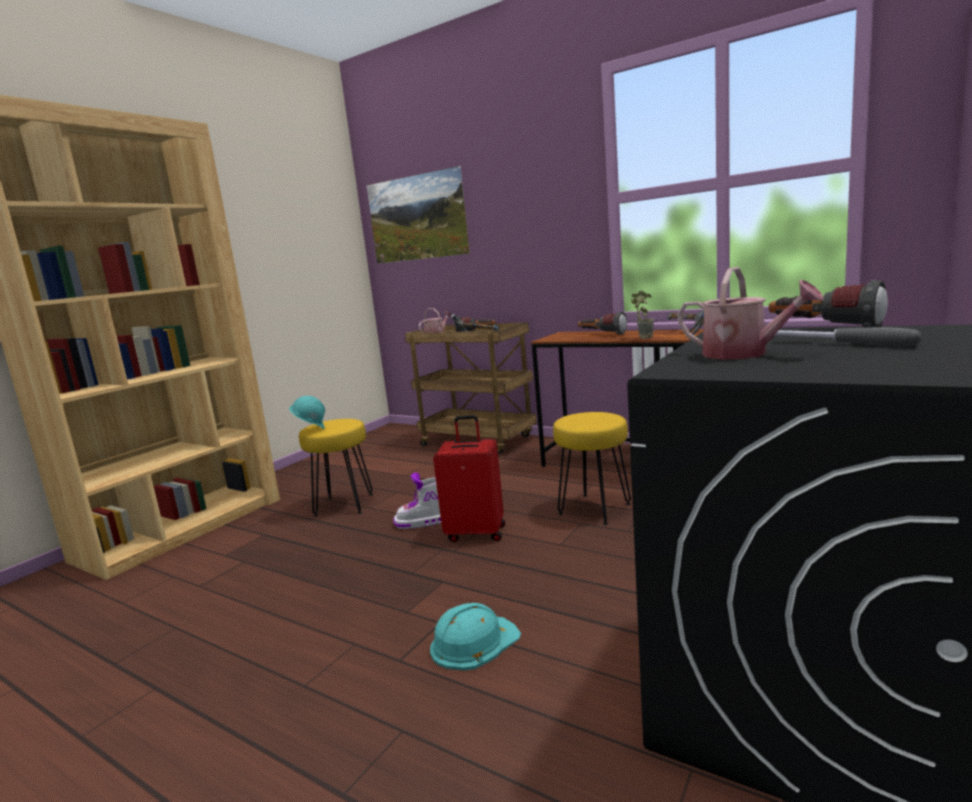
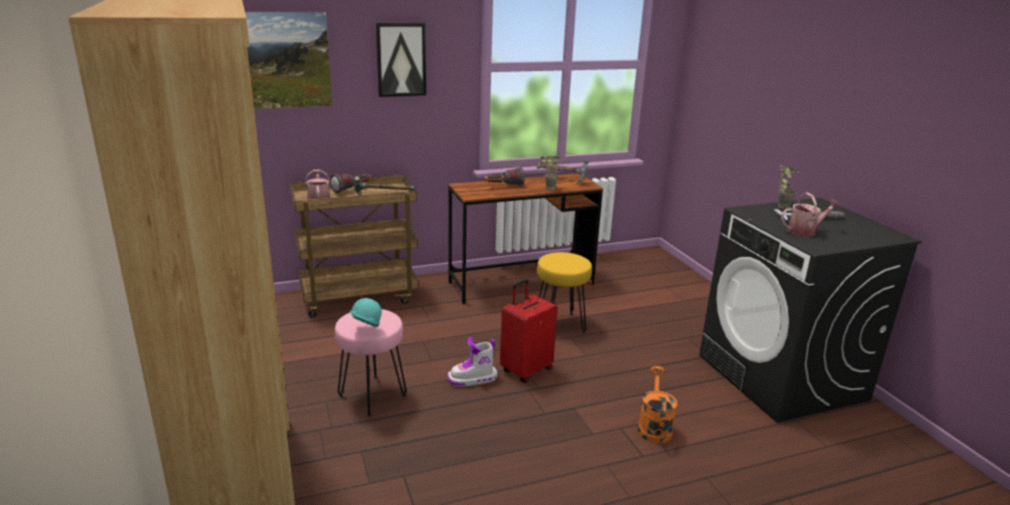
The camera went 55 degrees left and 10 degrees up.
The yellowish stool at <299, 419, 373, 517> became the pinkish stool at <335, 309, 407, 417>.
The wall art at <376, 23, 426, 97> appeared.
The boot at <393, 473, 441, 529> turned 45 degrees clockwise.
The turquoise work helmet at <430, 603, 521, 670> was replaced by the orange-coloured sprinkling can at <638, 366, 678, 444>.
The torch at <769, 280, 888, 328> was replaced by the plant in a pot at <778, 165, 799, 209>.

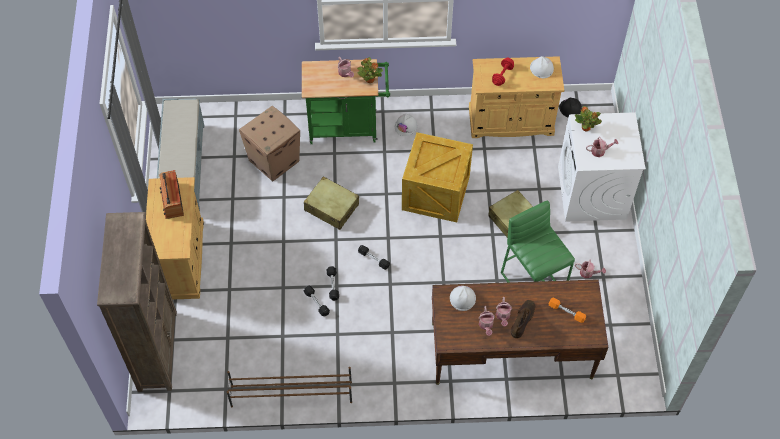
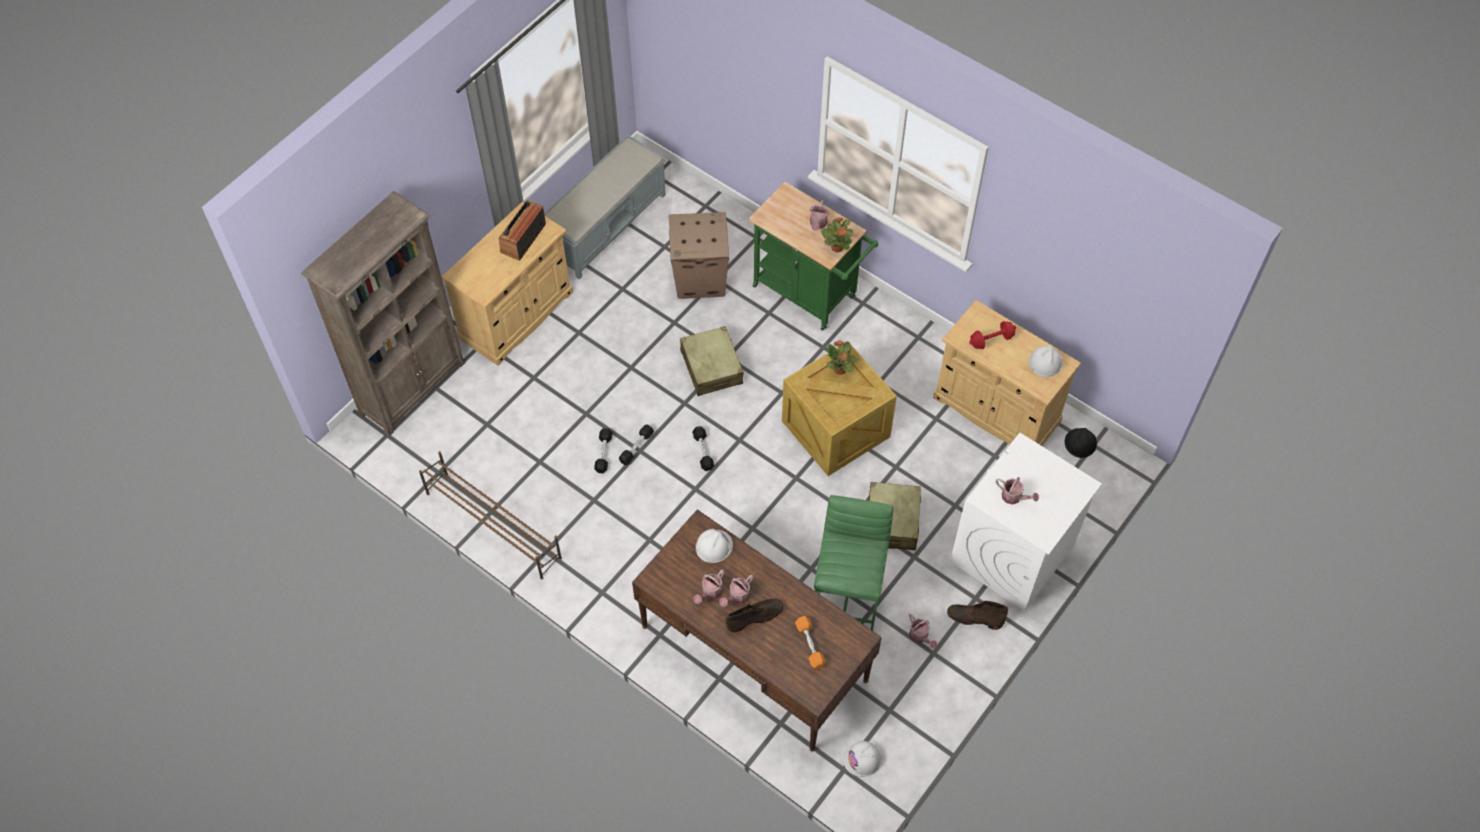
The camera went 40 degrees right and 0 degrees up.
The plant in a pot moved from <575, 106, 602, 132> to <827, 340, 859, 375>.
The white work helmet moved from <395, 114, 417, 136> to <843, 741, 882, 777>.
The brown-coloured boot at <947, 601, 1008, 630> appeared.

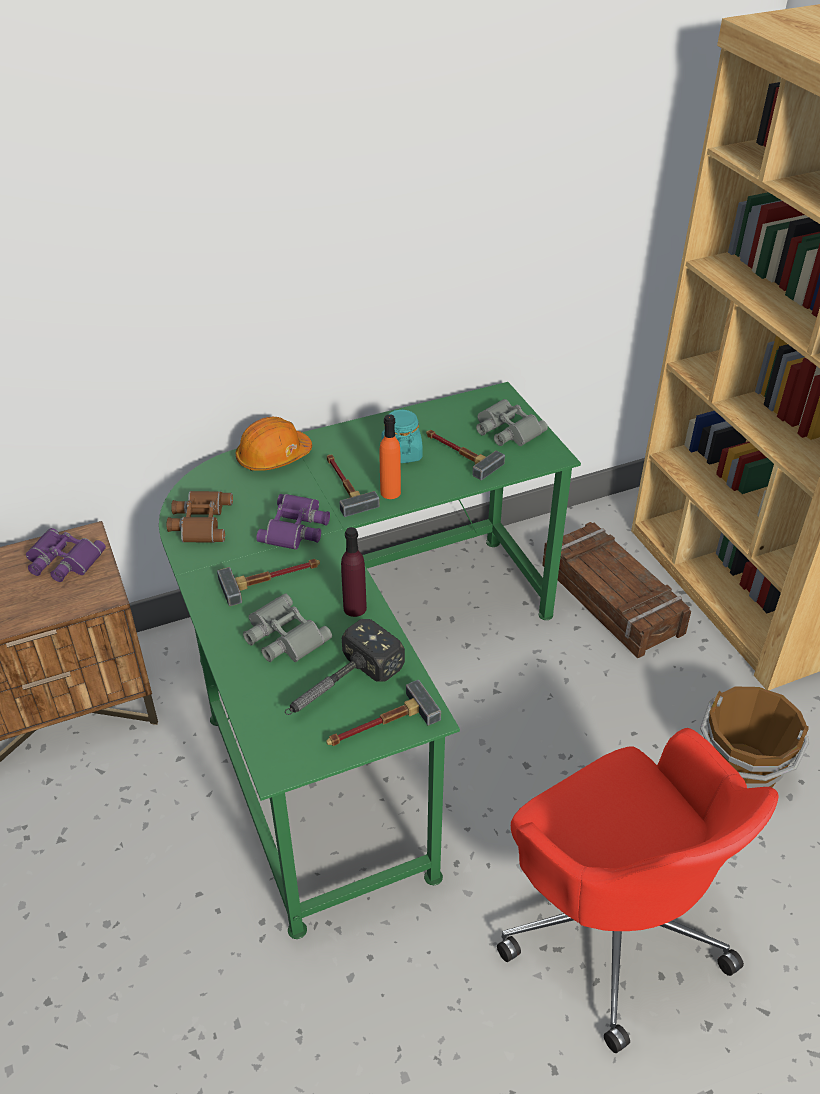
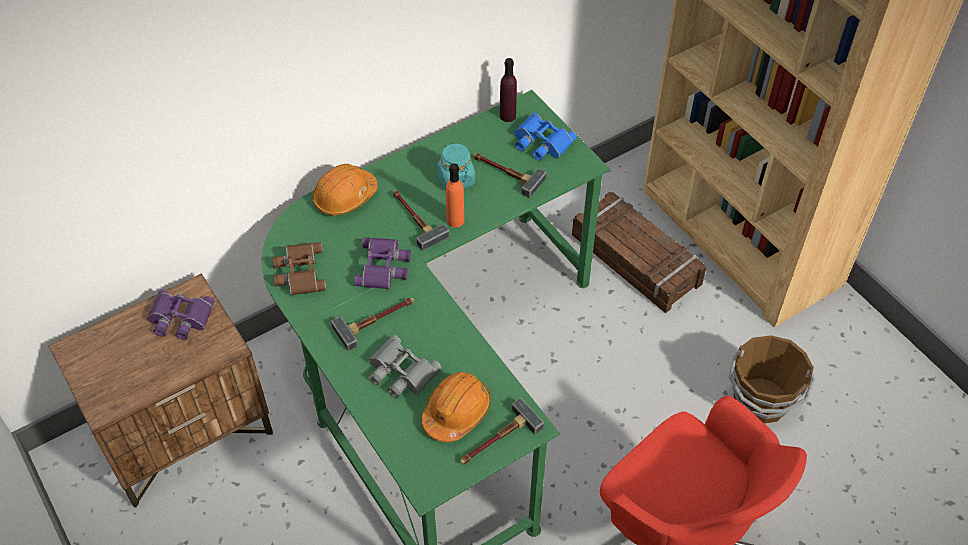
The camera went 10 degrees left and 10 degrees up.
The hand hammer at <285, 619, 405, 715> was replaced by the orange-coloured work helmet at <421, 372, 491, 442>.
The purplish beverage bottle moved from <341, 527, 367, 617> to <500, 58, 517, 122>.
The gray field glasses at <476, 399, 548, 446> became the bluish field glasses at <514, 113, 577, 161>.

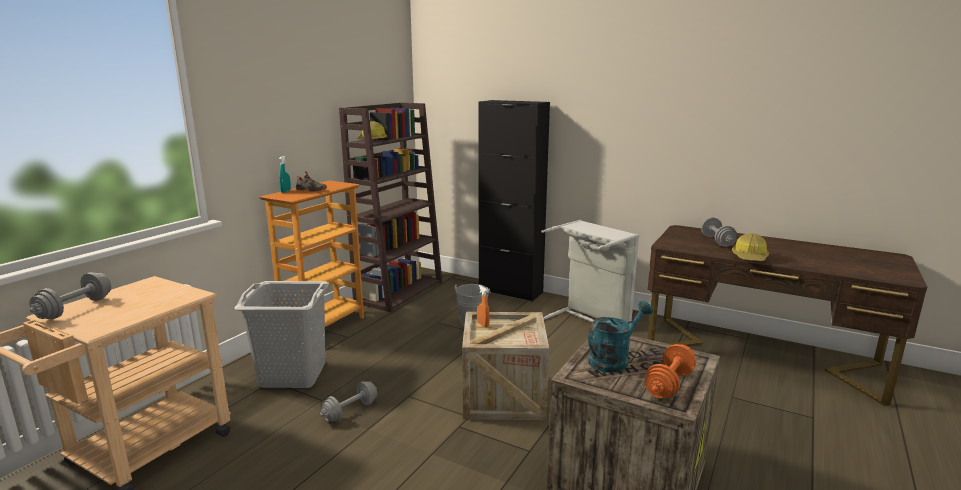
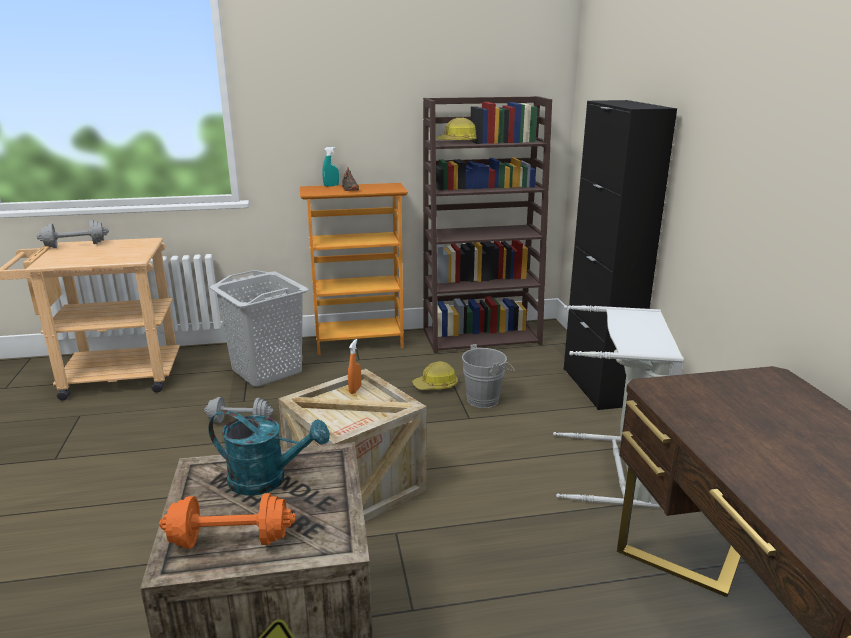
The camera went 50 degrees right and 5 degrees up.
The work helmet moved from <732, 233, 769, 261> to <412, 361, 458, 390>.
The gray hand weight at <701, 217, 737, 247> disappeared.

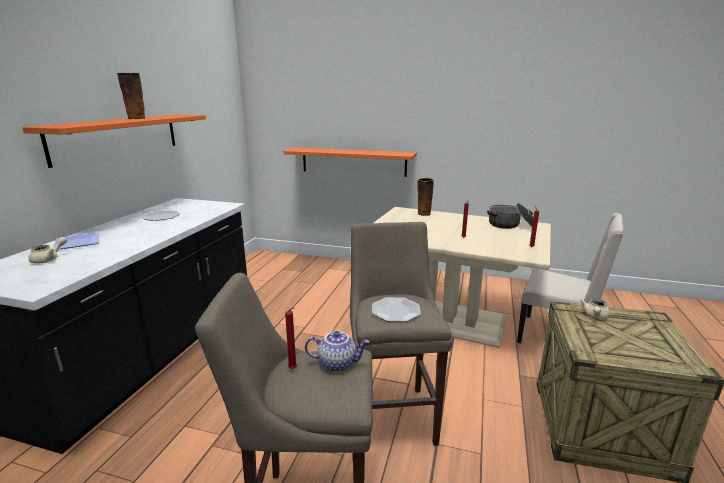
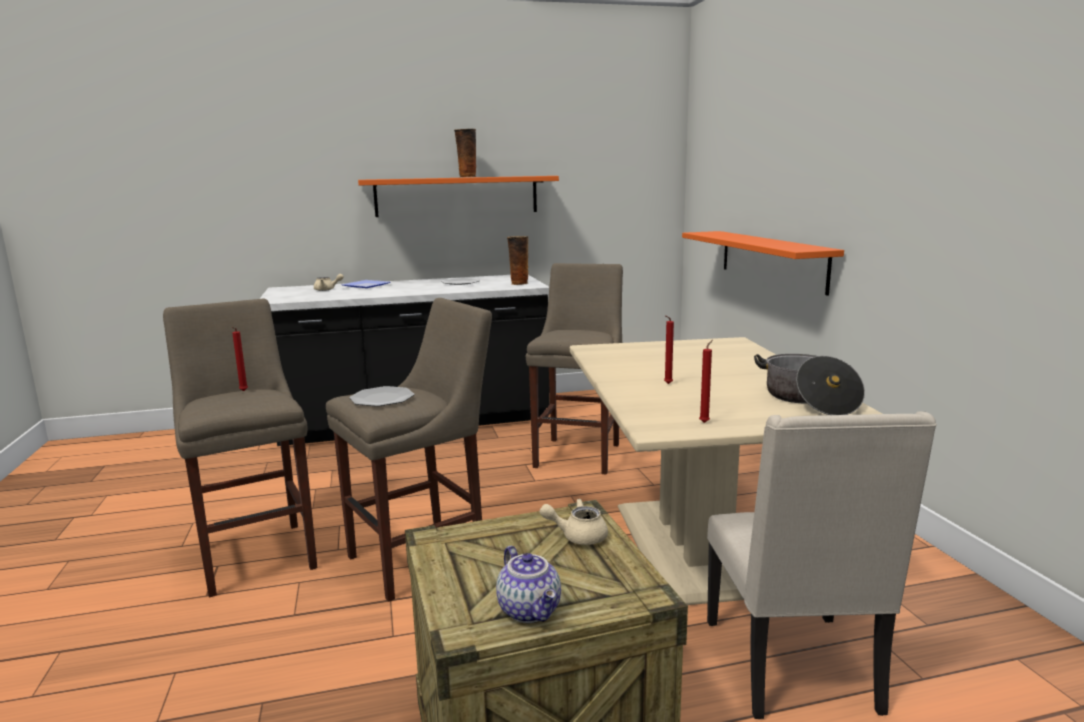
The camera went 60 degrees right and 5 degrees down.
The teapot moved from <305, 331, 369, 372> to <496, 546, 561, 623>.
The decorative vase moved from <417, 178, 434, 216> to <507, 236, 529, 285>.
The beige-coloured stool at <526, 263, 623, 475> appeared.

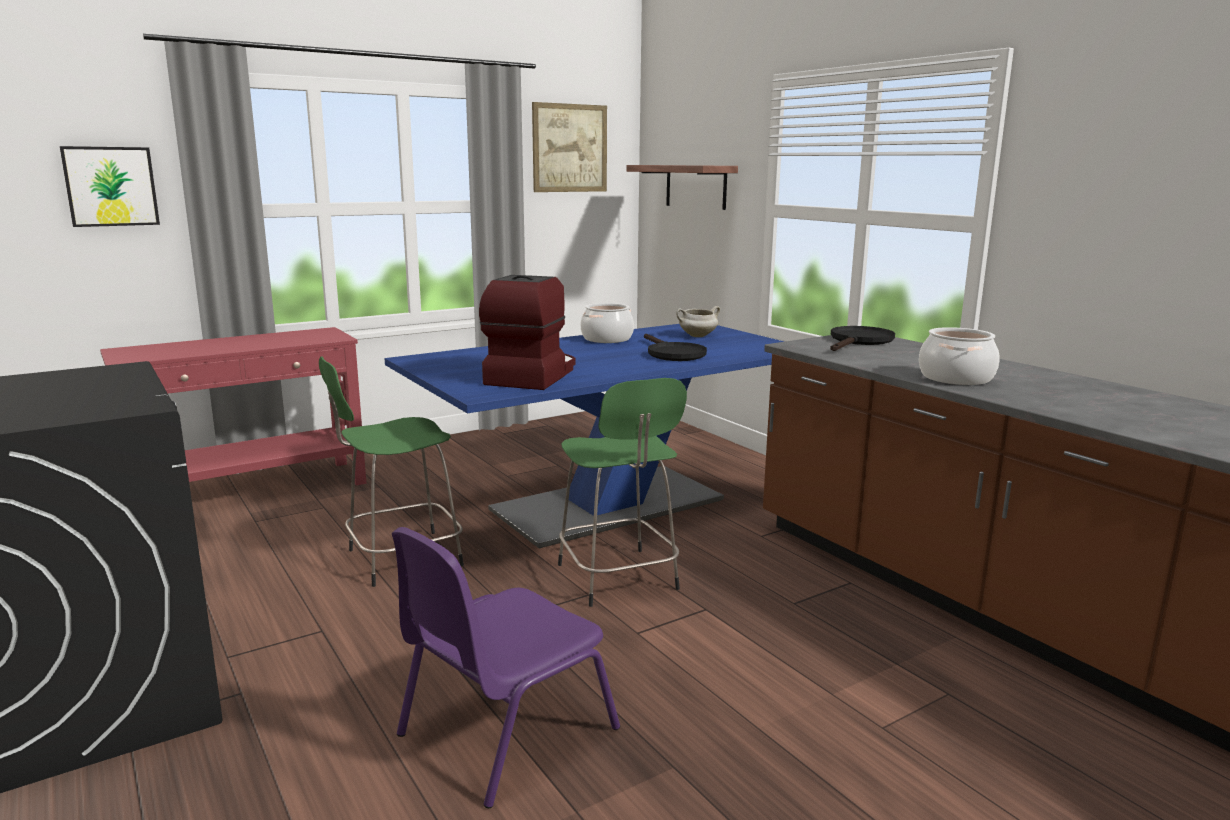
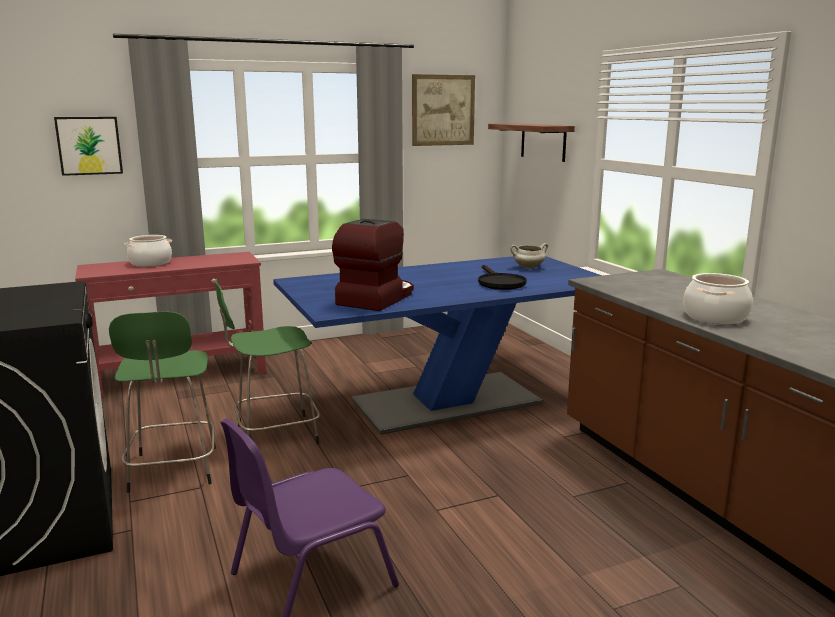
The camera went 10 degrees right and 0 degrees up.
The greenish stool moved from <558, 378, 687, 607> to <109, 311, 216, 493>.
The stockpot moved from <581, 303, 634, 343> to <124, 235, 172, 267>.
The blackish skillet at <830, 326, 895, 351> disappeared.

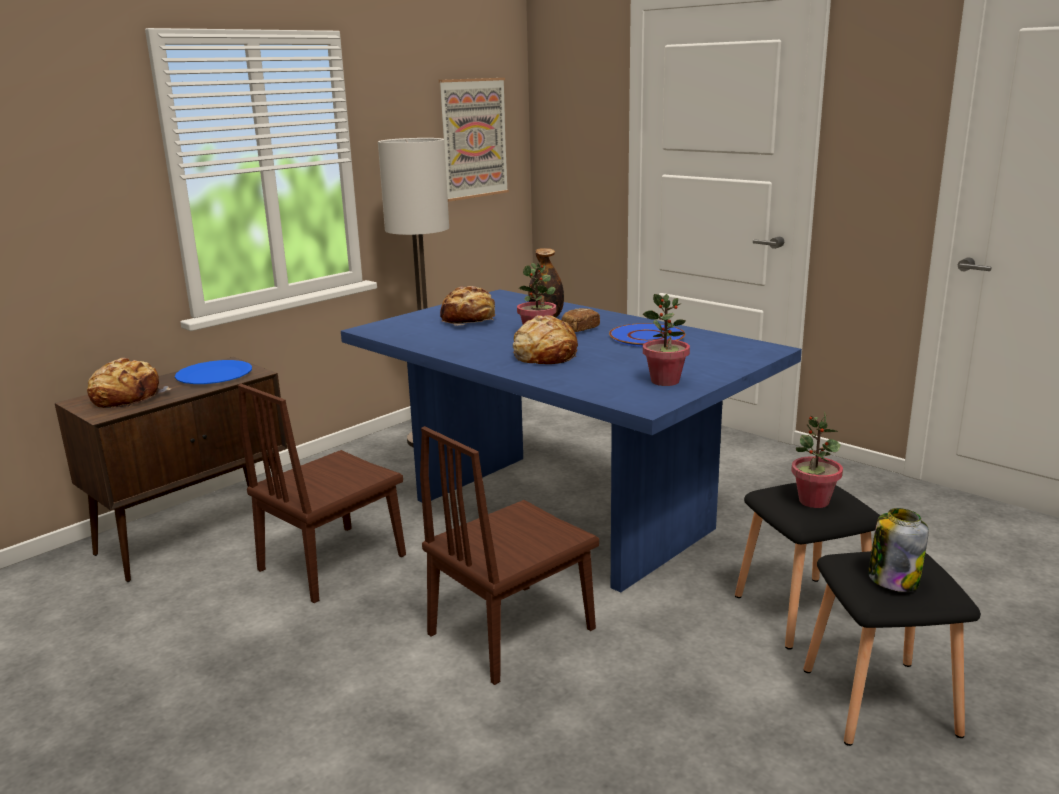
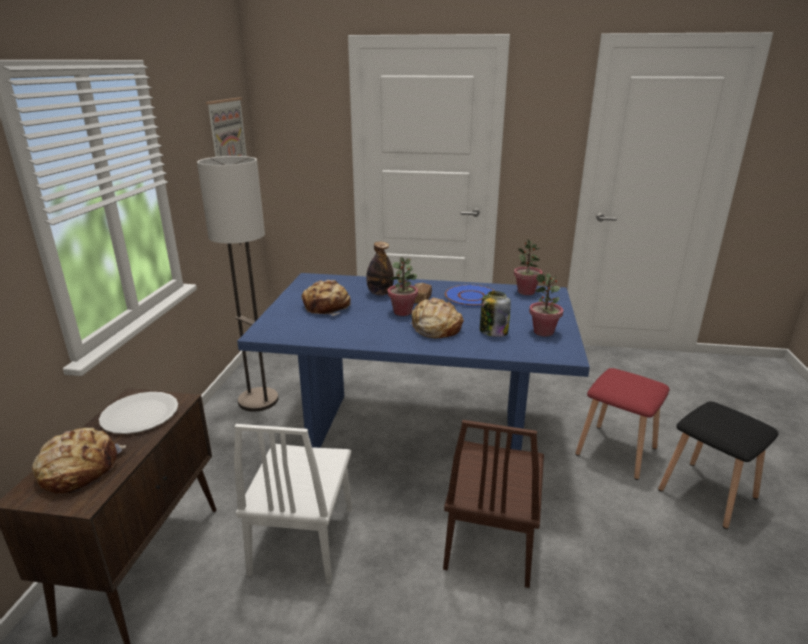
The camera went 35 degrees left and 5 degrees up.
The bluish flat dish at <175, 360, 252, 384> became the white flat dish at <99, 392, 178, 434>.
The brown-coloured upright chair at <238, 384, 406, 603> became the white upright chair at <234, 424, 352, 584>.
The preserve jar moved from <868, 508, 929, 592> to <480, 291, 511, 337>.
The plant in a pot moved from <791, 411, 843, 508> to <514, 239, 543, 295>.
The blackish stool at <735, 483, 880, 650> became the red-coloured stool at <575, 368, 670, 480>.

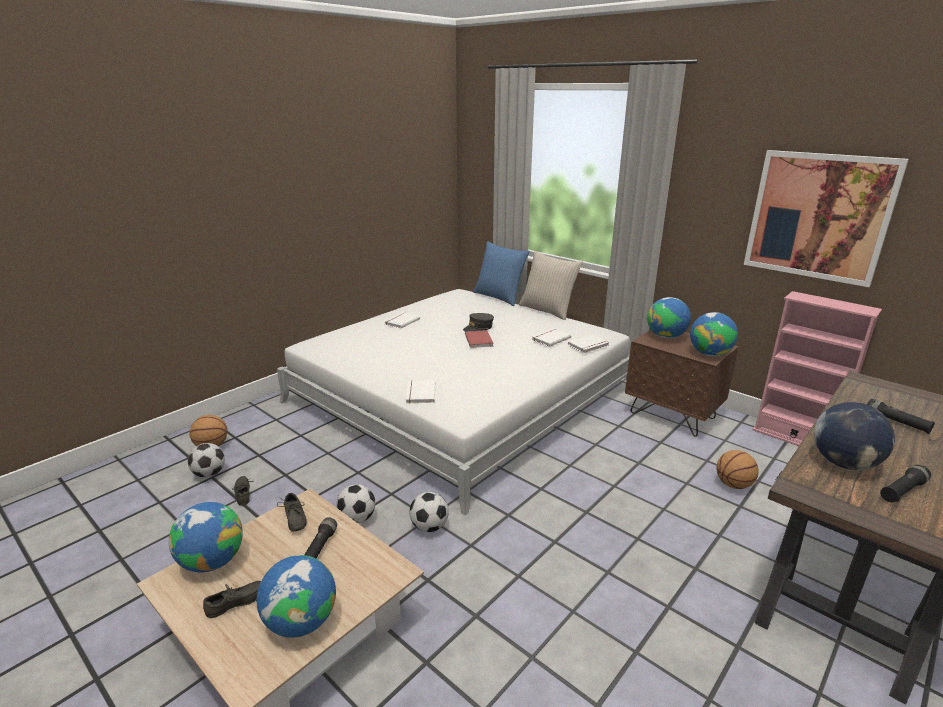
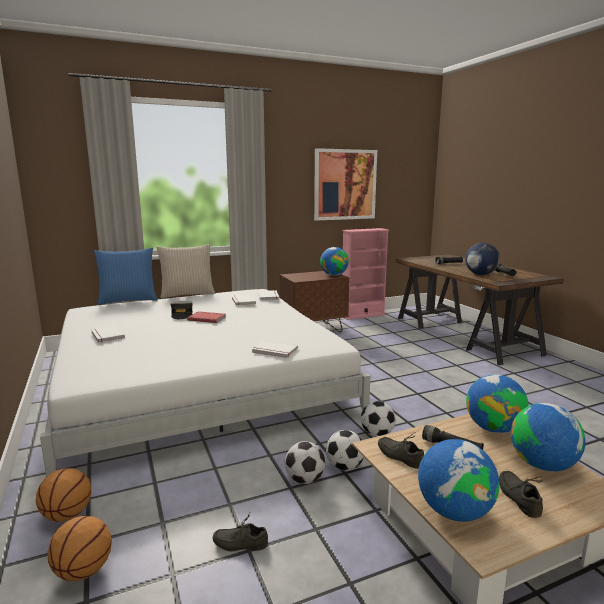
The camera went 65 degrees left and 10 degrees down.
The basketball ball moved from <716, 450, 759, 489> to <36, 468, 91, 522>.
The football ball moved from <188, 443, 225, 478> to <285, 441, 325, 484>.
The gray low shoe at <277, 493, 307, 532> turned 135 degrees counterclockwise.
The world globe moved from <647, 297, 691, 338> to <466, 374, 529, 433>.

